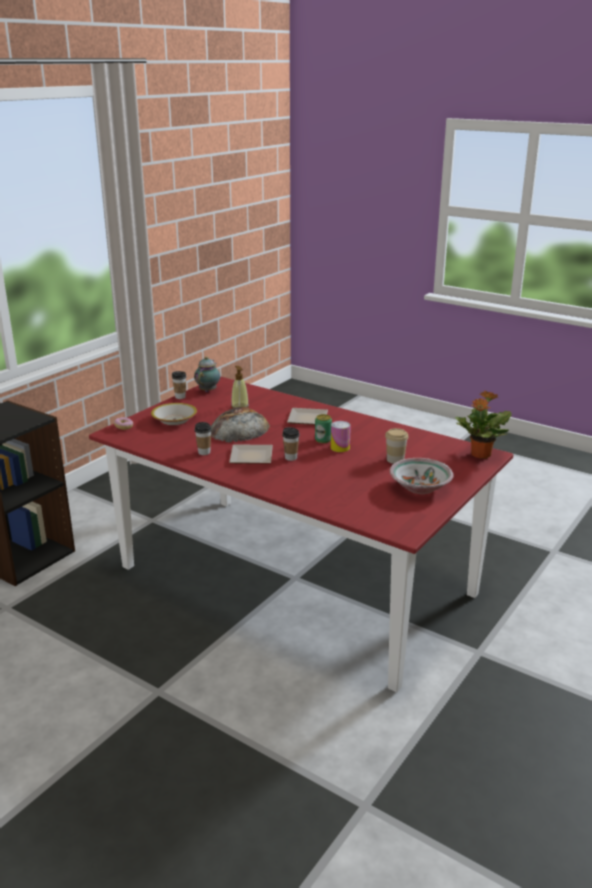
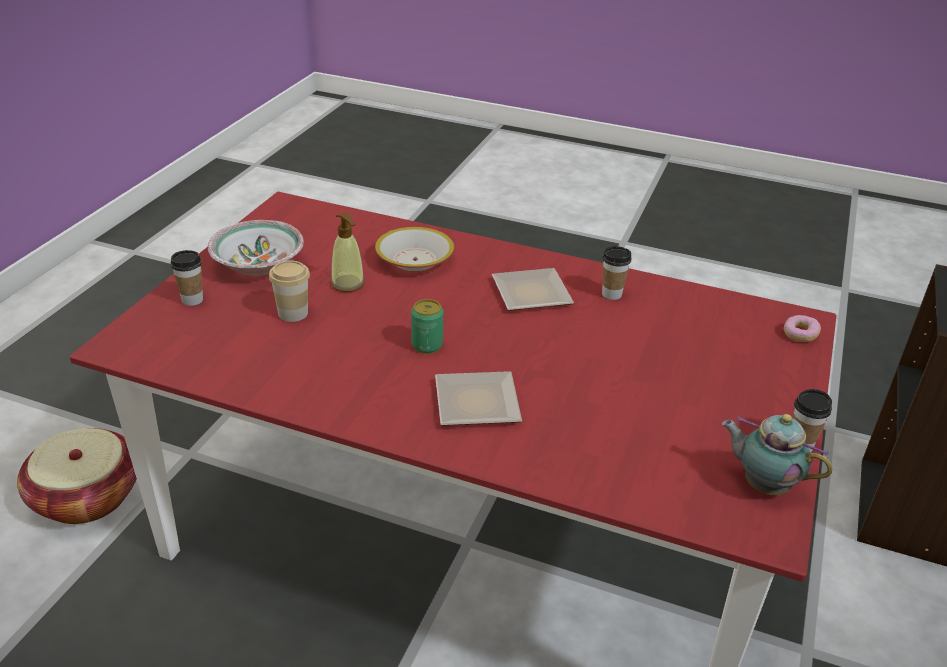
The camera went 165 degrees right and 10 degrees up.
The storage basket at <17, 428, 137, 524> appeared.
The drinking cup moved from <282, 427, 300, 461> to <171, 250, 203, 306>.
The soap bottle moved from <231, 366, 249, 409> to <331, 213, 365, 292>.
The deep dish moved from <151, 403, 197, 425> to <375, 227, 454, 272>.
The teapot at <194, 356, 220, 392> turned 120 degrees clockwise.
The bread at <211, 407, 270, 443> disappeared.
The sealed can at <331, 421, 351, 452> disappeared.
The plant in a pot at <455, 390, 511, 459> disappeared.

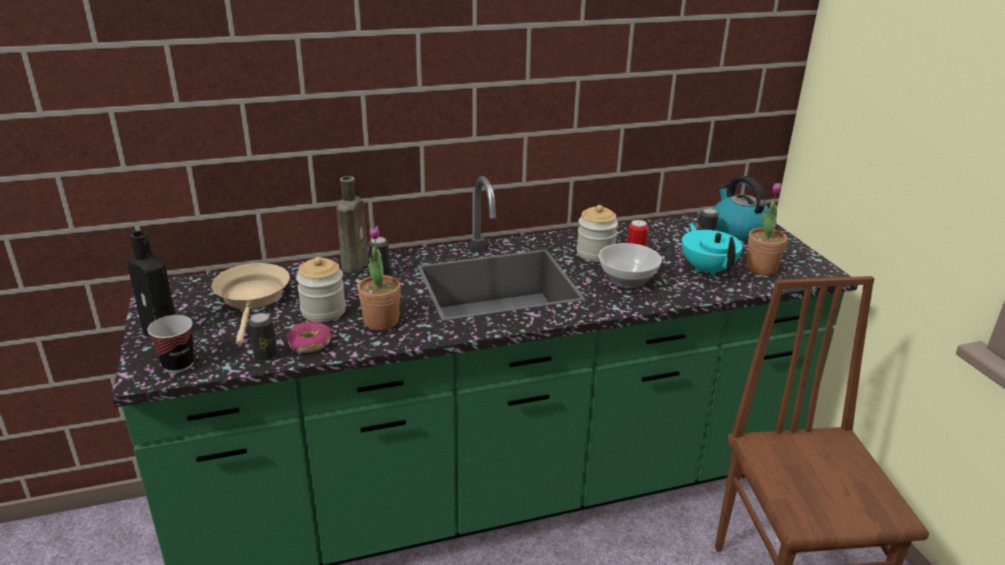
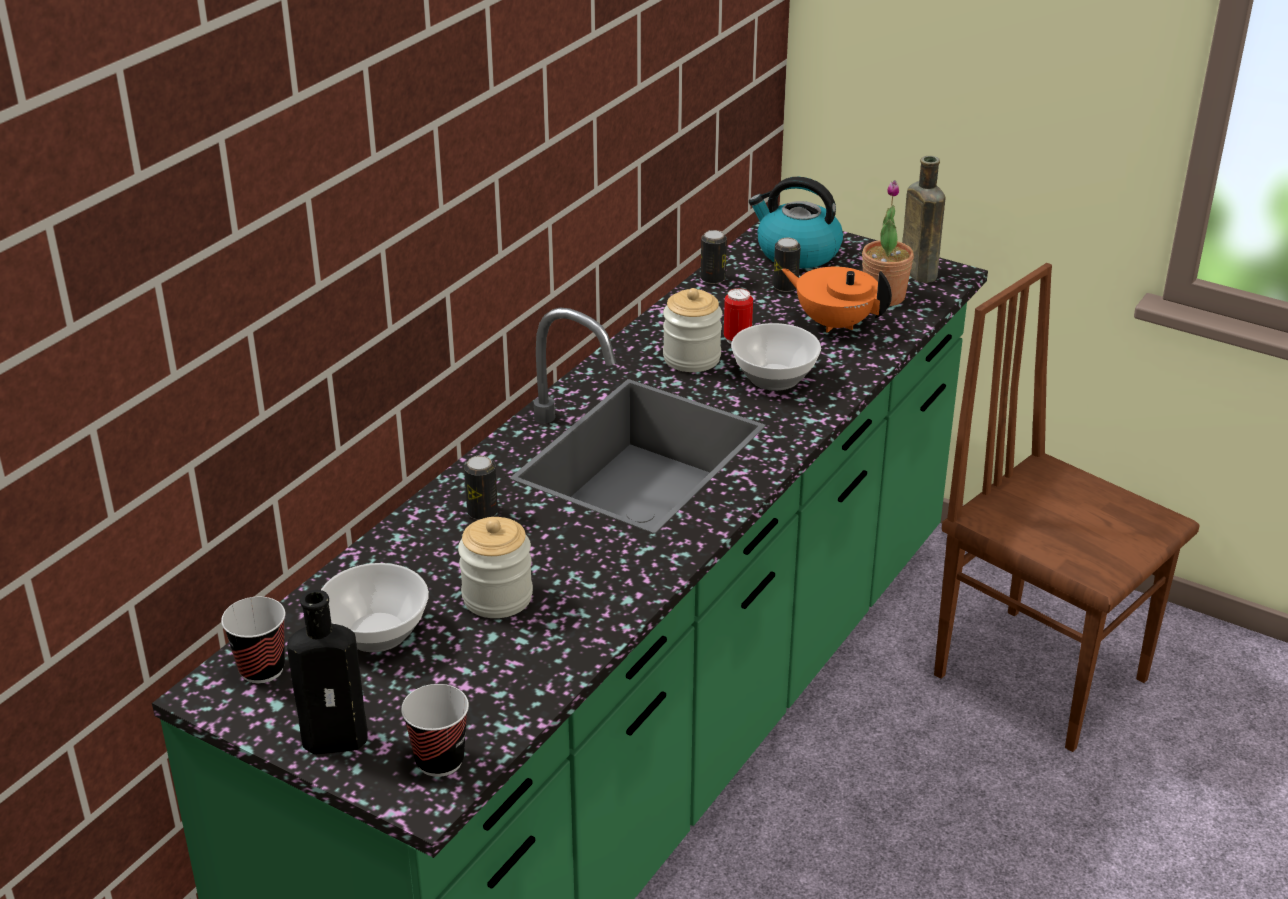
The camera went 40 degrees left and 5 degrees up.
The drinking cup at <221, 597, 285, 684> appeared.
The beige-coloured skillet at <212, 263, 290, 345> was replaced by the deep dish at <321, 563, 429, 652>.
The sealed can moved from <248, 313, 277, 361> to <701, 230, 727, 284>.
The turquoise teapot at <682, 223, 743, 277> became the orange-coloured teapot at <781, 267, 892, 333>.
The brown-coloured beverage bottle moved from <336, 176, 369, 273> to <902, 156, 945, 283>.
The donut at <287, 321, 332, 353> disappeared.
The plant in a pot at <358, 226, 401, 330> disappeared.

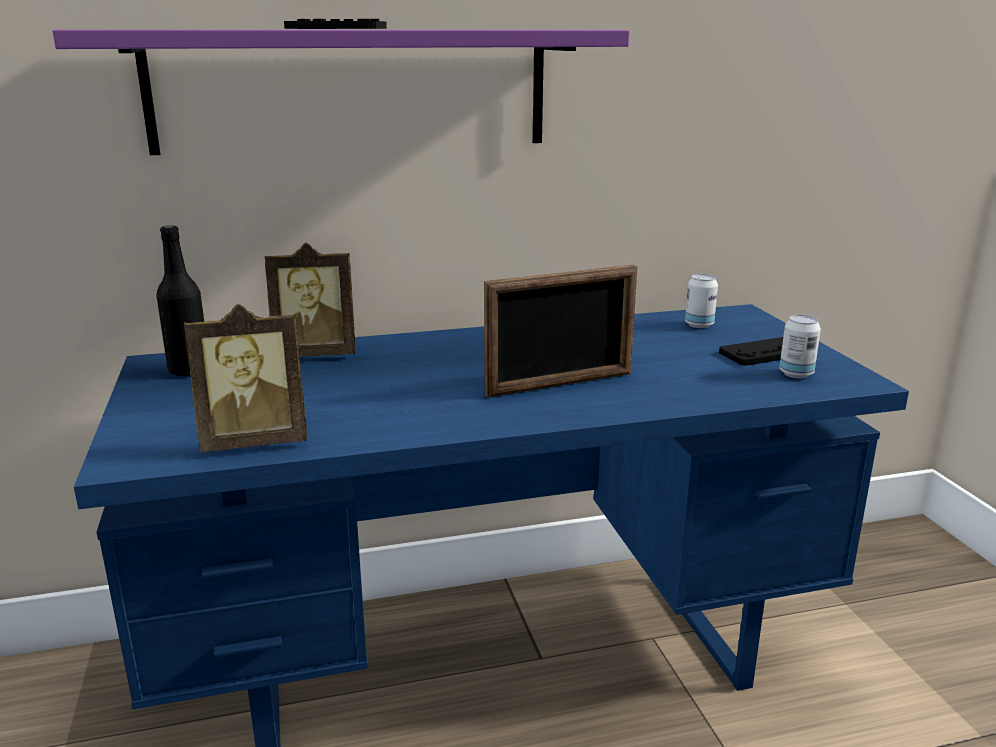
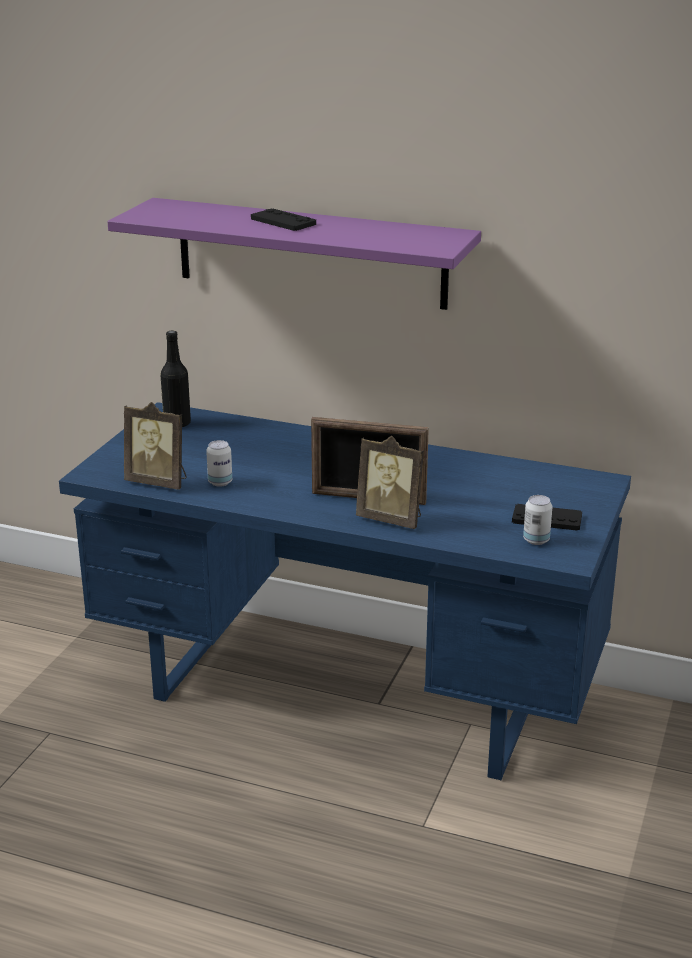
The camera went 35 degrees right and 5 degrees up.
The sealed can moved from <685, 274, 718, 328> to <206, 440, 232, 487>.
The standing frame moved from <265, 243, 356, 357> to <356, 436, 424, 529>.

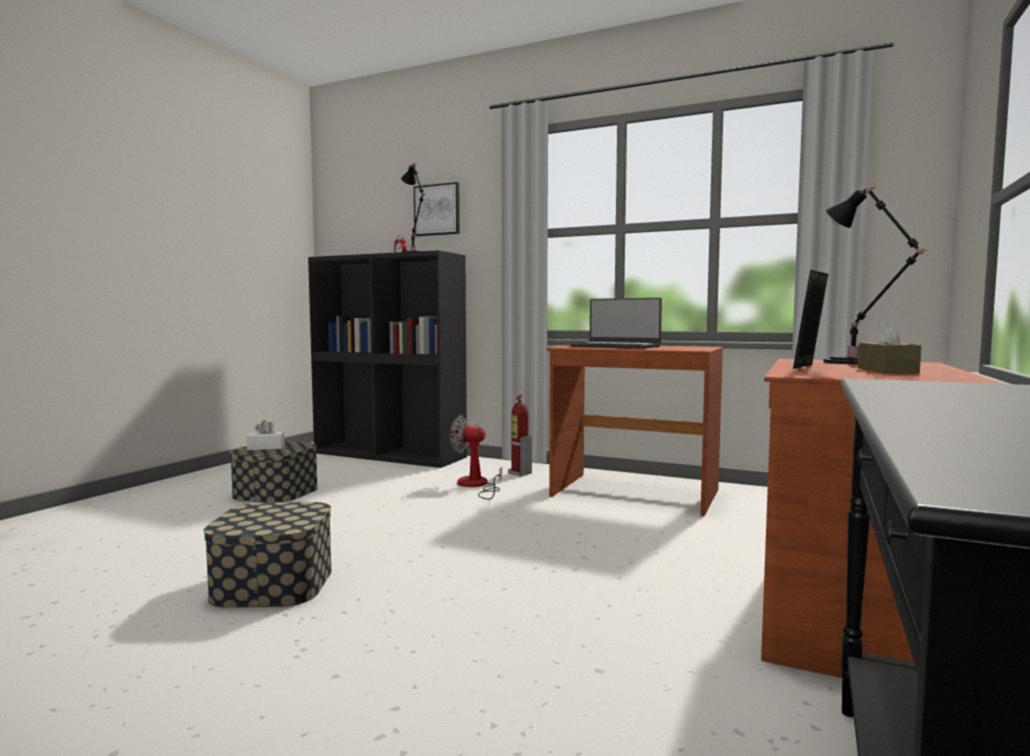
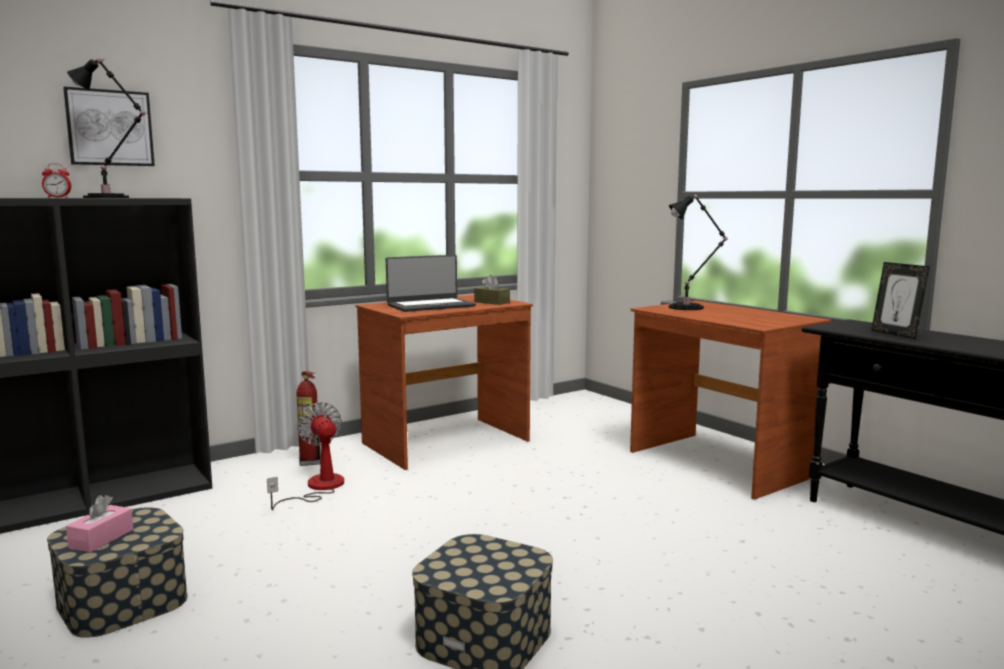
The camera went 60 degrees left and 5 degrees up.
The white box of tissues at <246, 420, 285, 450> became the pinkish box of tissues at <66, 495, 134, 553>.
The cooling fan at <450, 415, 502, 500> turned 105 degrees clockwise.
The brown-coloured box of tissues moved from <858, 317, 921, 374> to <474, 275, 510, 305>.
The standing frame moved from <793, 270, 828, 369> to <871, 262, 930, 339>.

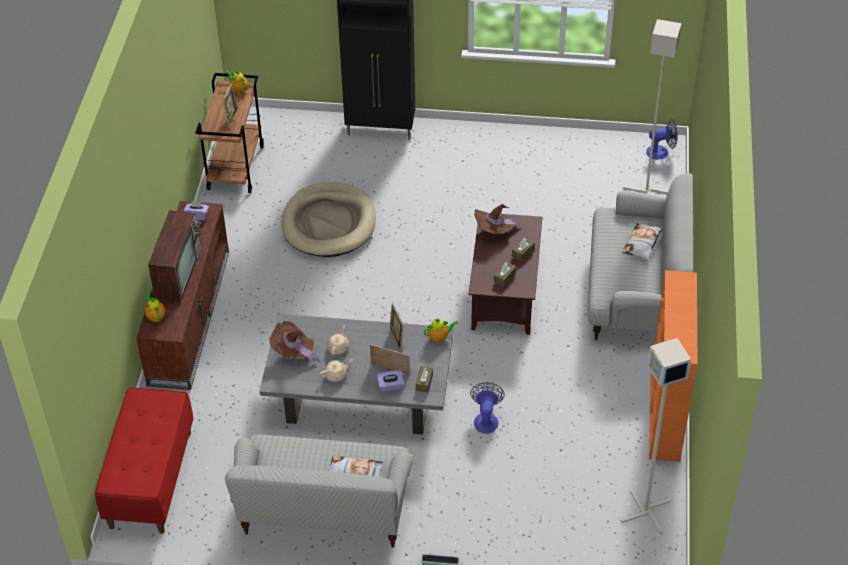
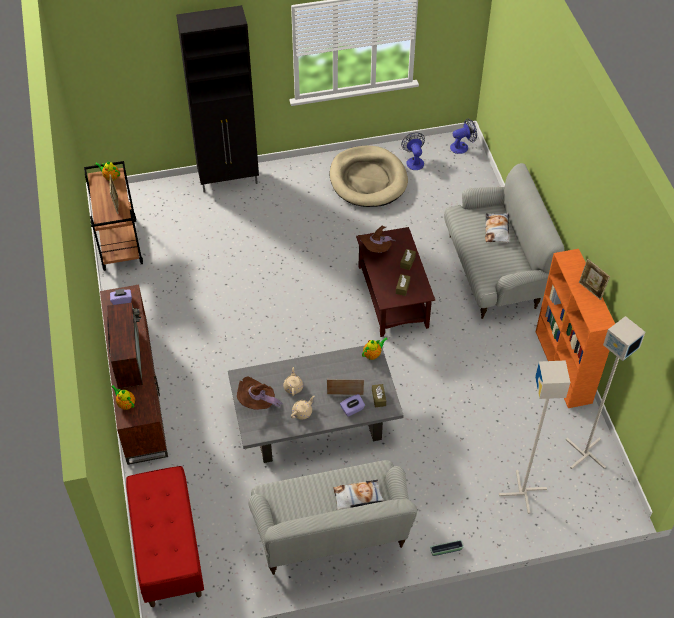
The camera went 20 degrees left and 5 degrees up.
The beige-coloured dog bed moved from <281, 182, 376, 257> to <330, 146, 408, 207>.
The cooling fan moved from <470, 382, 505, 433> to <401, 133, 425, 170>.
The gray standing lamp moved from <623, 19, 682, 194> to <499, 360, 570, 514>.
The standing frame moved from <389, 303, 404, 352> to <579, 259, 610, 300>.

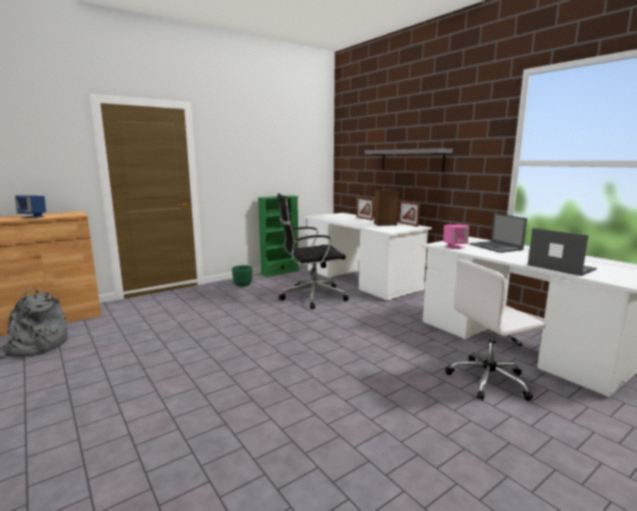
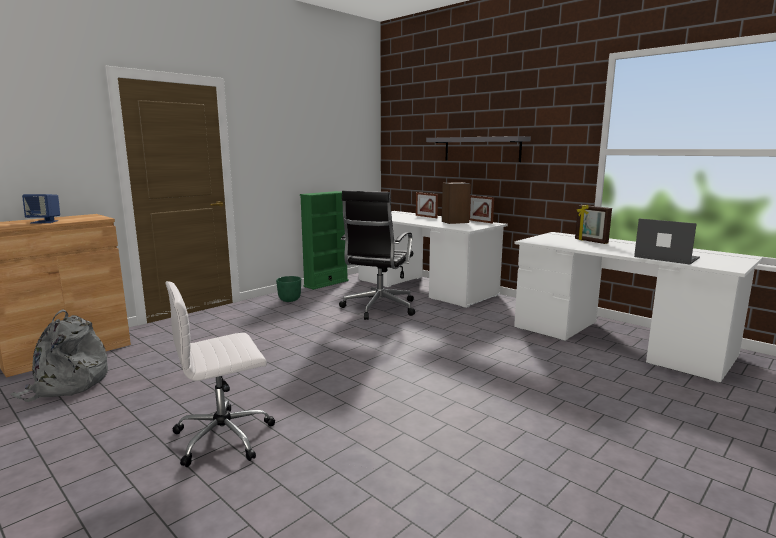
The camera went 10 degrees left and 0 degrees up.
The white office chair moved from <445, 259, 545, 401> to <166, 281, 275, 467>.
The blackish office chair at <277, 193, 349, 309> turned 45 degrees counterclockwise.
The notebook computer at <470, 213, 527, 253> was replaced by the standing frame at <575, 205, 612, 244>.
The pinkish speaker at <443, 225, 469, 249> disappeared.

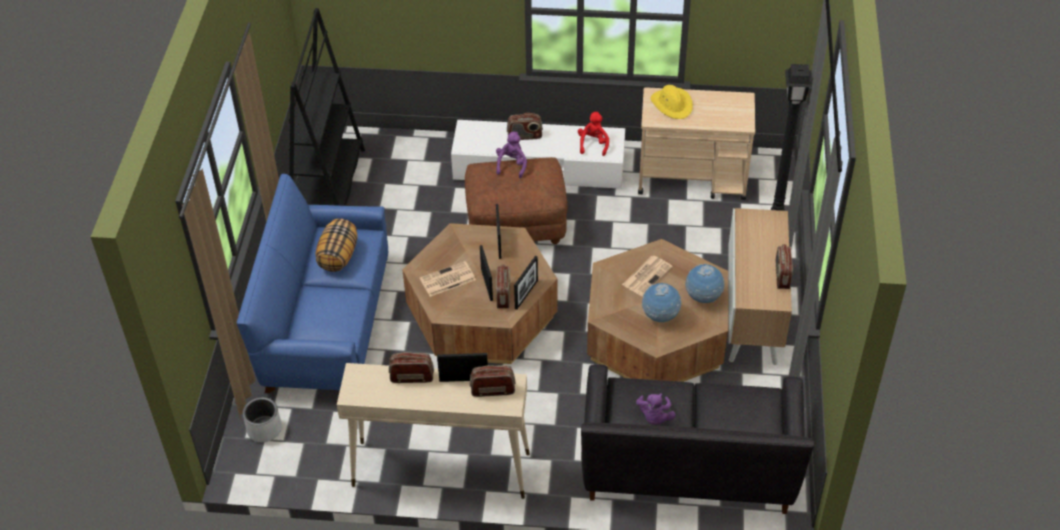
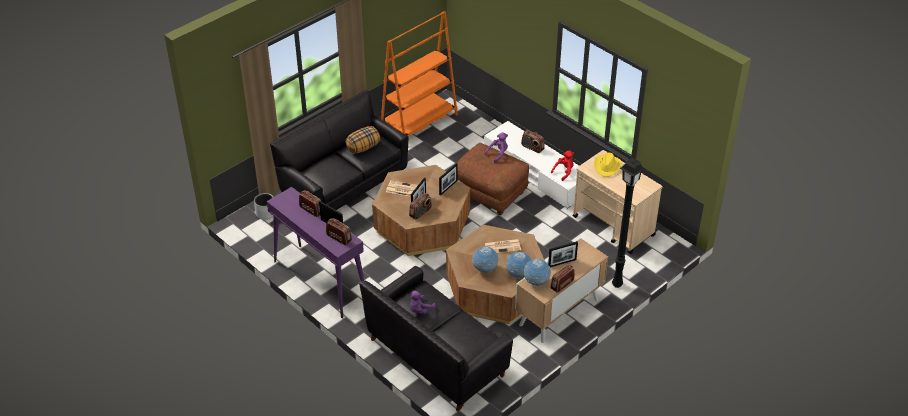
The camera went 40 degrees right and 5 degrees down.
The beige-coloured console table at <337, 363, 530, 499> became the purplish console table at <267, 187, 364, 318>.
The bluish sofa at <237, 174, 388, 393> became the blackish sofa at <270, 90, 409, 210>.
The blackish bookshelf at <288, 8, 365, 206> became the orange-coloured bookshelf at <381, 11, 458, 137>.
The world globe at <524, 259, 551, 286> appeared.
The standing frame moved from <514, 256, 538, 310> to <548, 241, 578, 267>.

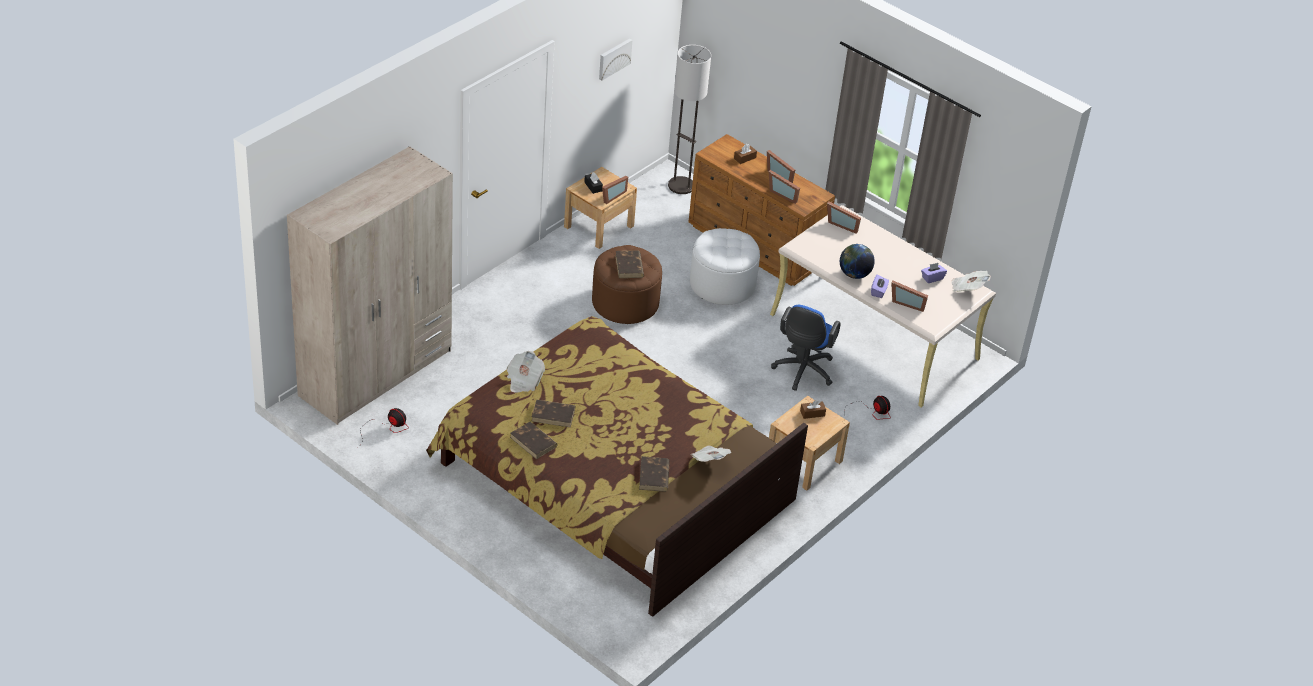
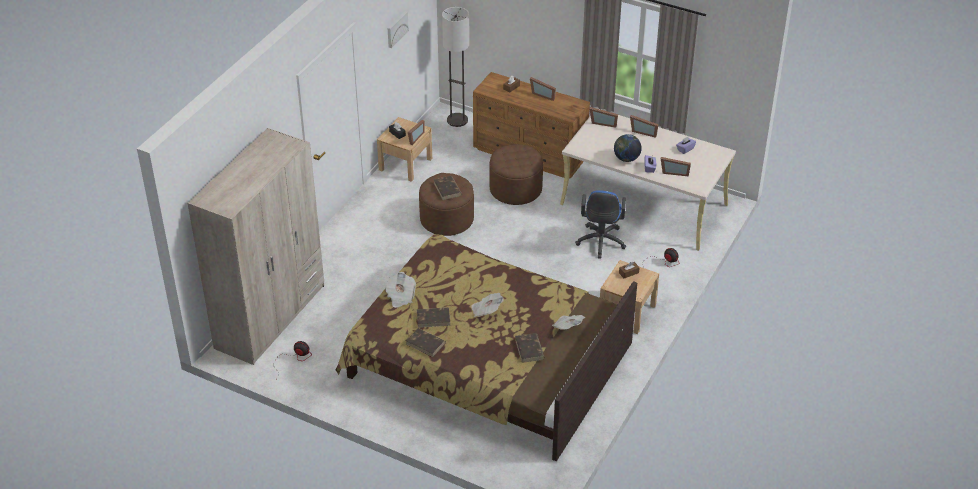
The camera went 10 degrees left and 0 degrees up.
The printed paper moved from <951, 271, 991, 292> to <471, 293, 504, 317>.
The white footrest at <690, 228, 760, 305> became the brown-coloured footrest at <489, 144, 543, 205>.
The standing frame moved from <769, 170, 800, 204> to <630, 115, 659, 138>.

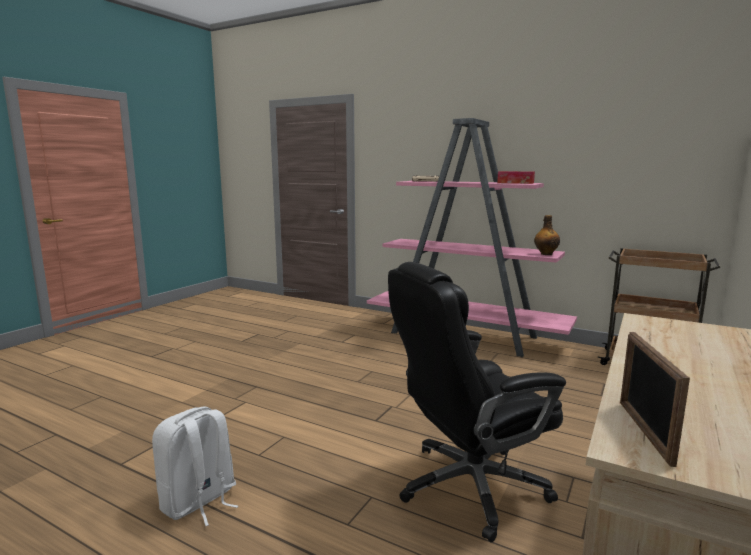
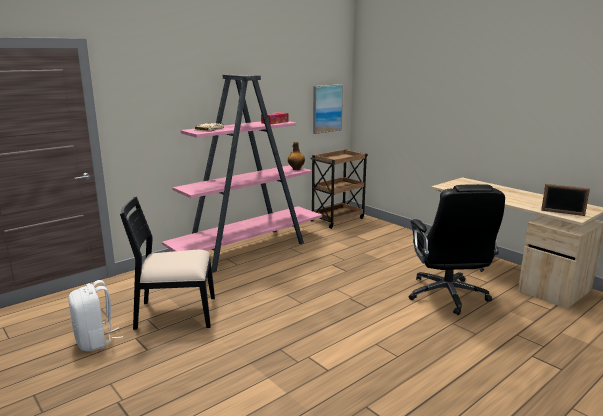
The camera went 70 degrees left and 5 degrees up.
The white knapsack moved from <152, 407, 238, 526> to <68, 280, 123, 351>.
The blackish upright chair at <120, 196, 215, 330> appeared.
The wall art at <313, 84, 343, 134> appeared.

